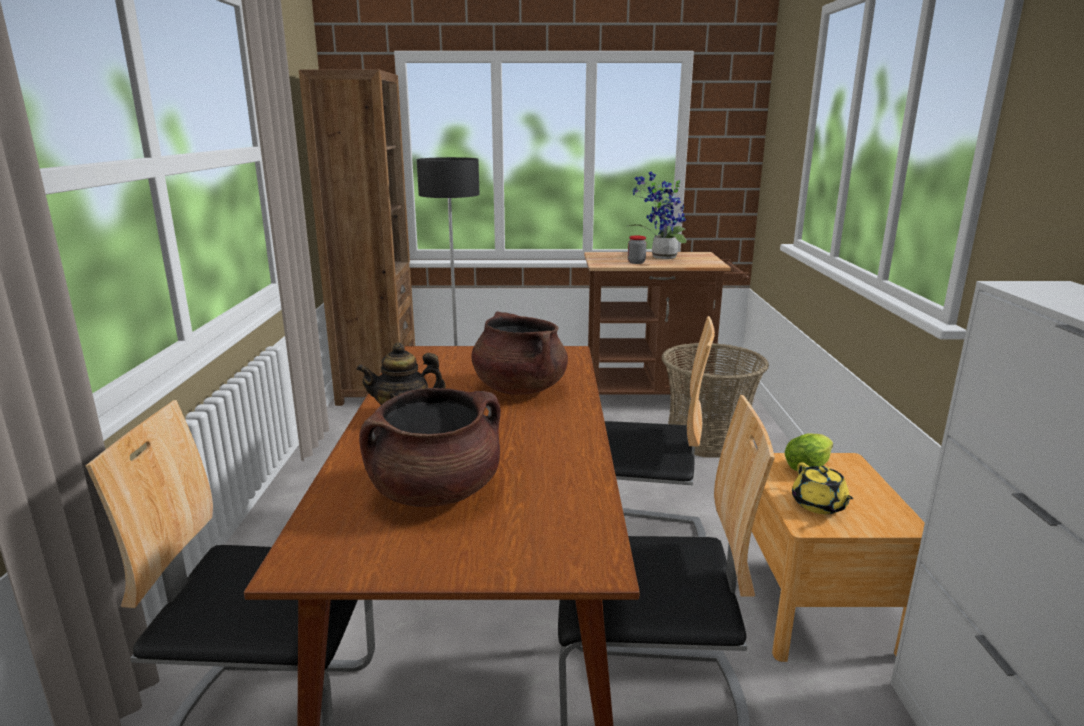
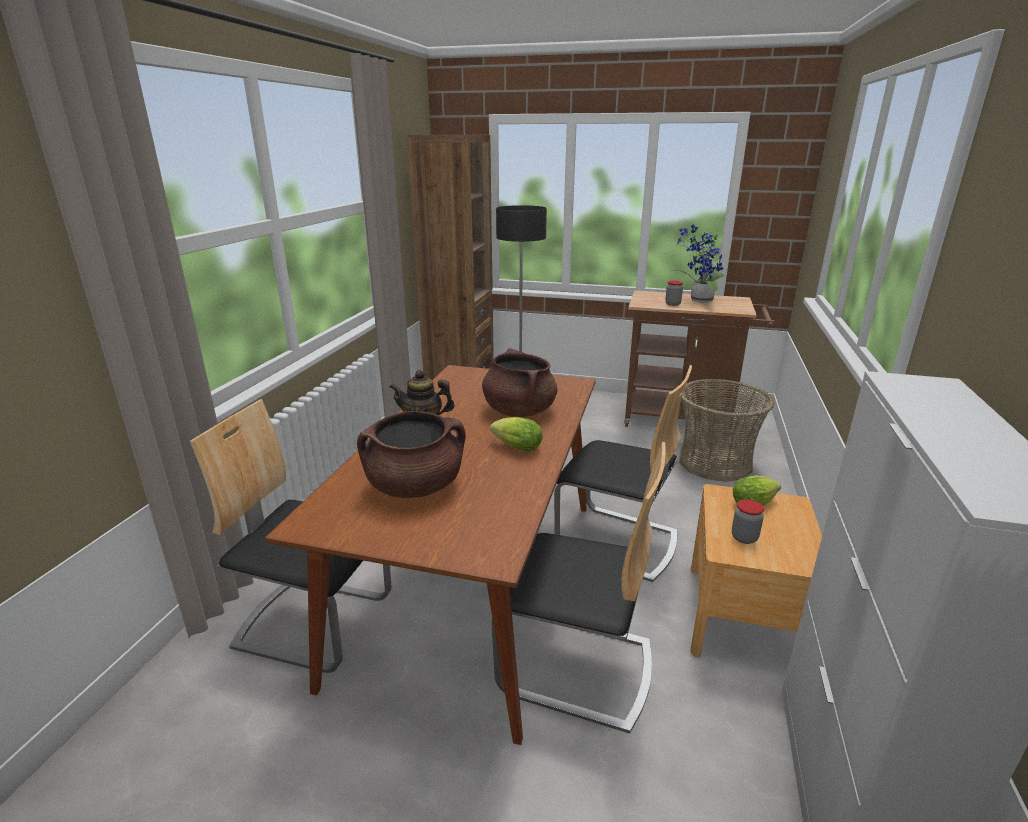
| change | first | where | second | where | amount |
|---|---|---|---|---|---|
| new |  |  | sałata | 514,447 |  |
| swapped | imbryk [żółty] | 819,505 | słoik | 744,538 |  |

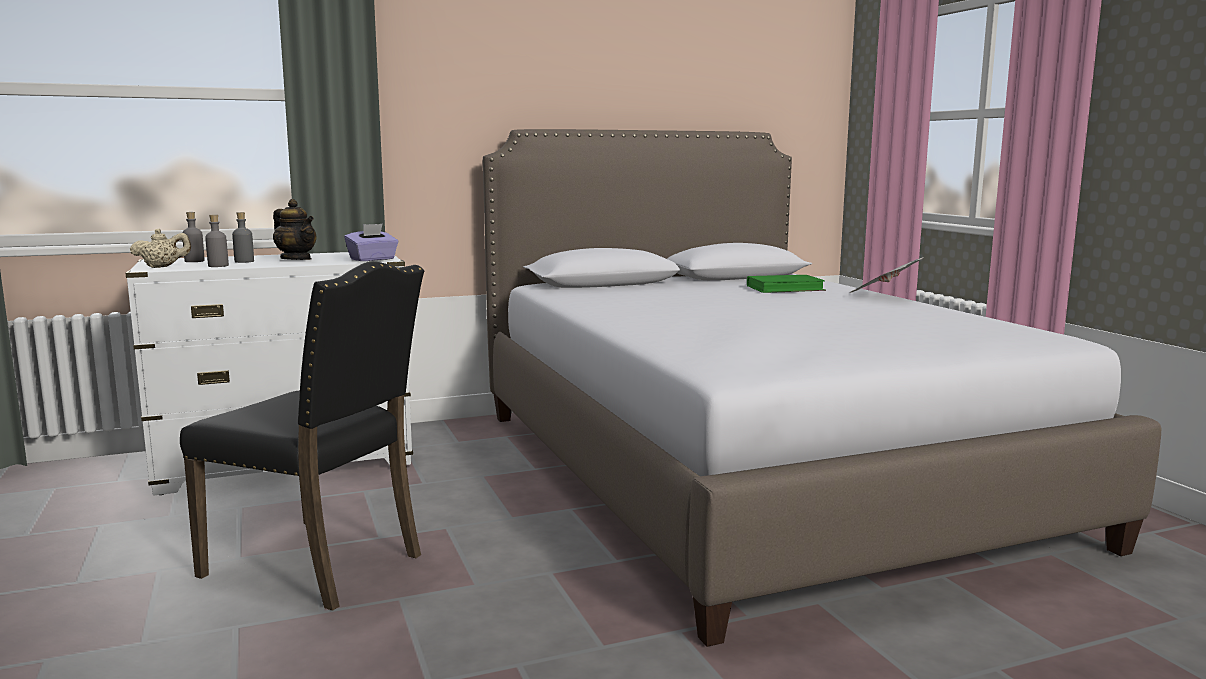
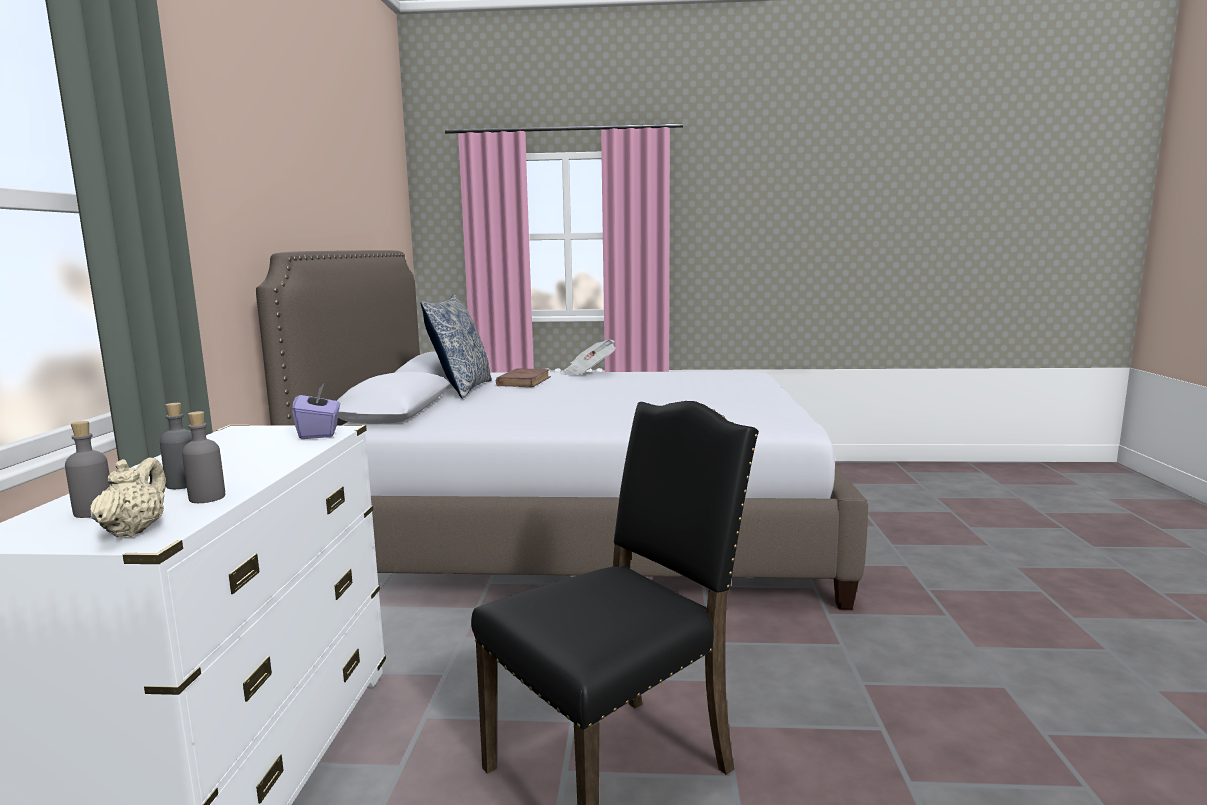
| change | first | where | second | where | amount |
|---|---|---|---|---|---|
| new |  |  | poduszka | 461,389 |  |
| repainted | książka [zielony] | 785,288 | książka [brązowy] | 524,381 |  |
| gone | imbryk | 296,259 |  |  |  |

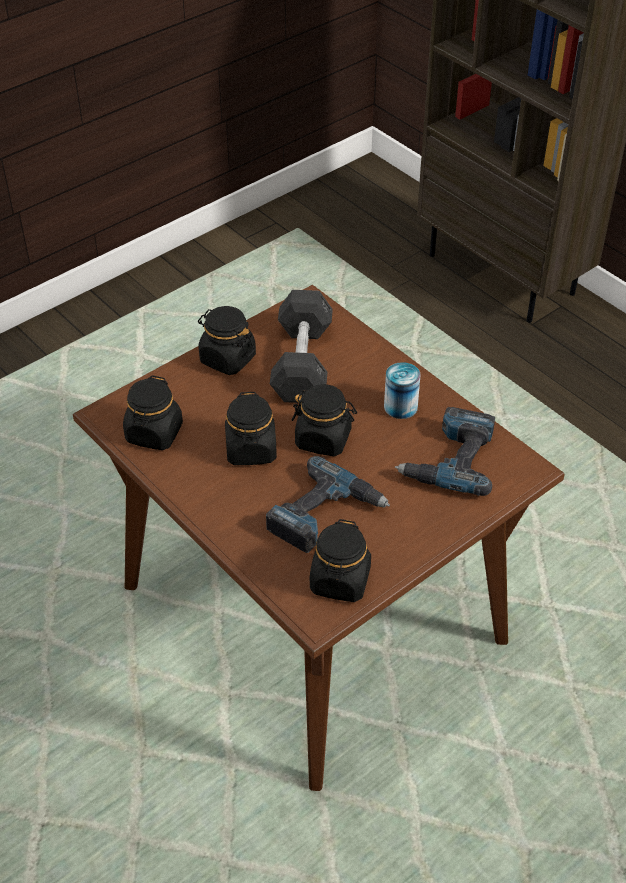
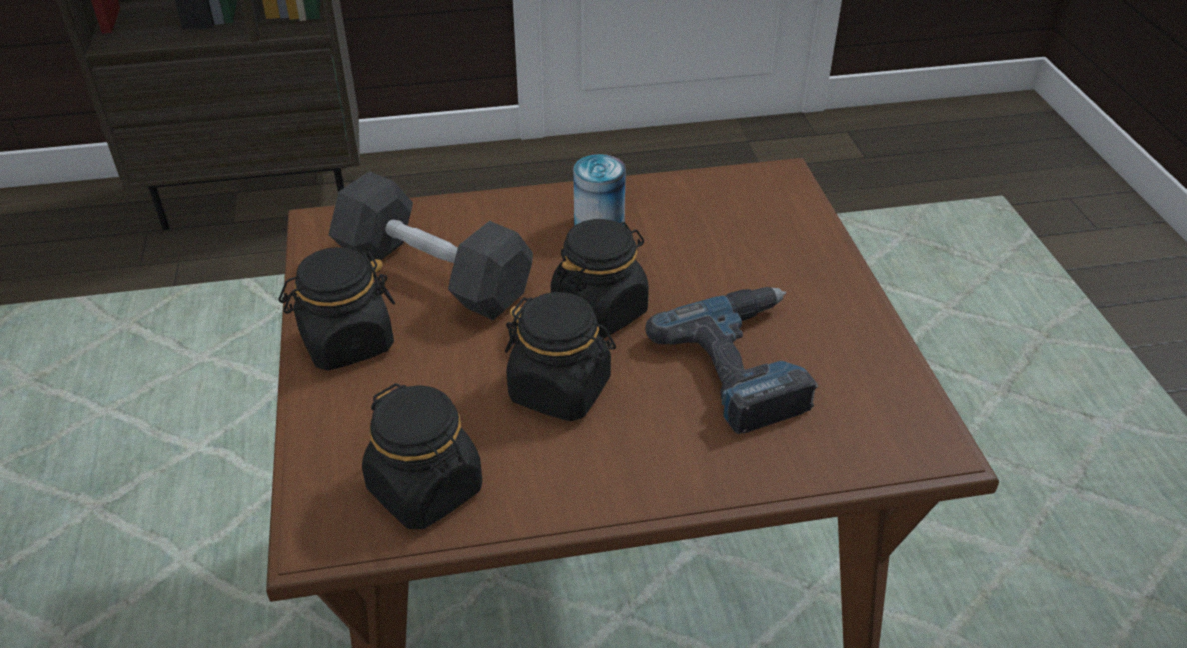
| change | first | where | second | where | amount |
|---|---|---|---|---|---|
| gone | słoik [czarny] | 340,581 |  |  |  |
| gone | wiertarka | 450,458 |  |  |  |

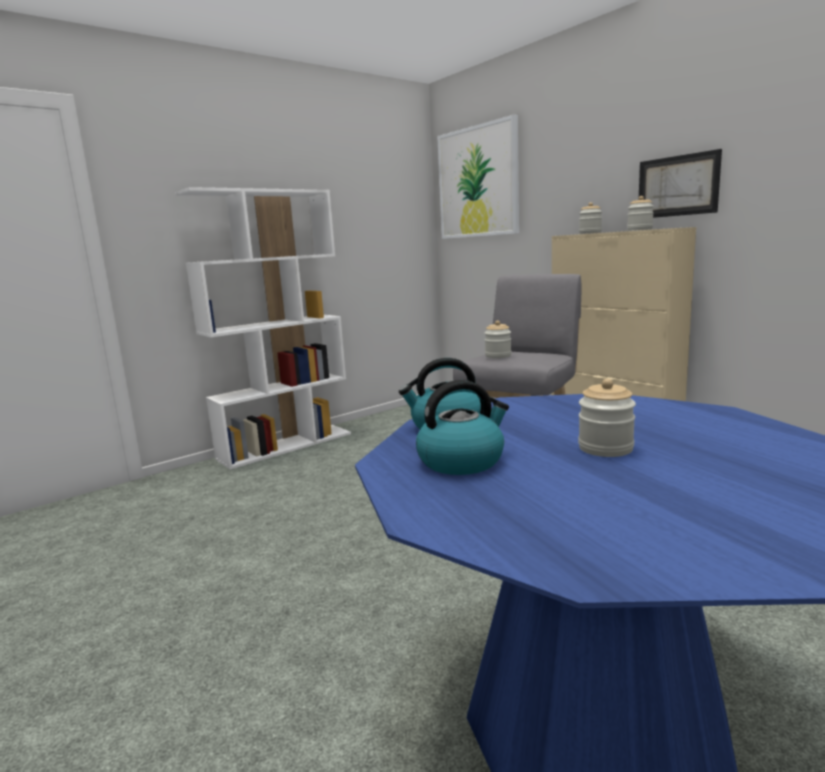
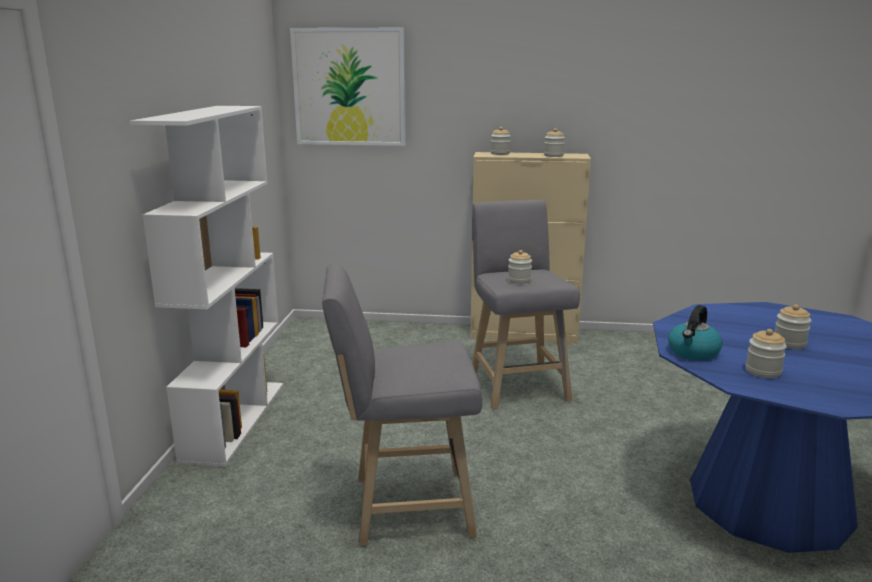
| change | first | where | second | where | amount |
|---|---|---|---|---|---|
| new |  |  | stołek [szary] | 404,507 |  |
| swapped | czajnik | 462,461 | słoik | 763,371 |  |
| gone | obraz | 677,186 |  |  |  |

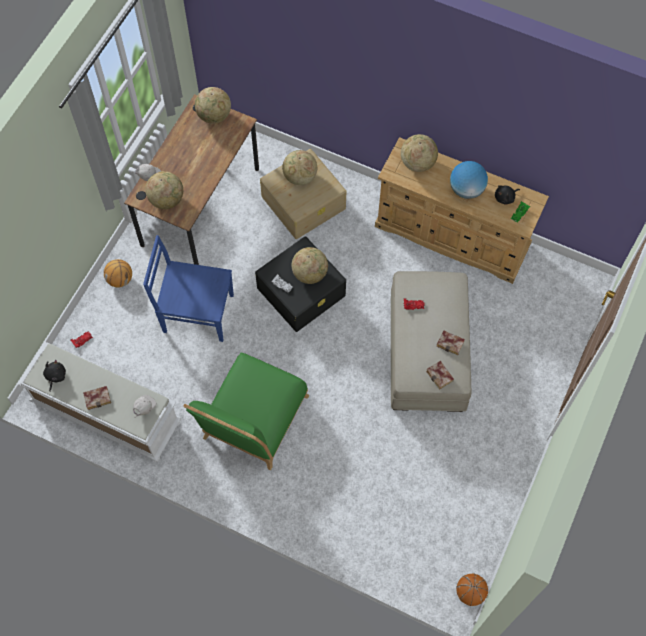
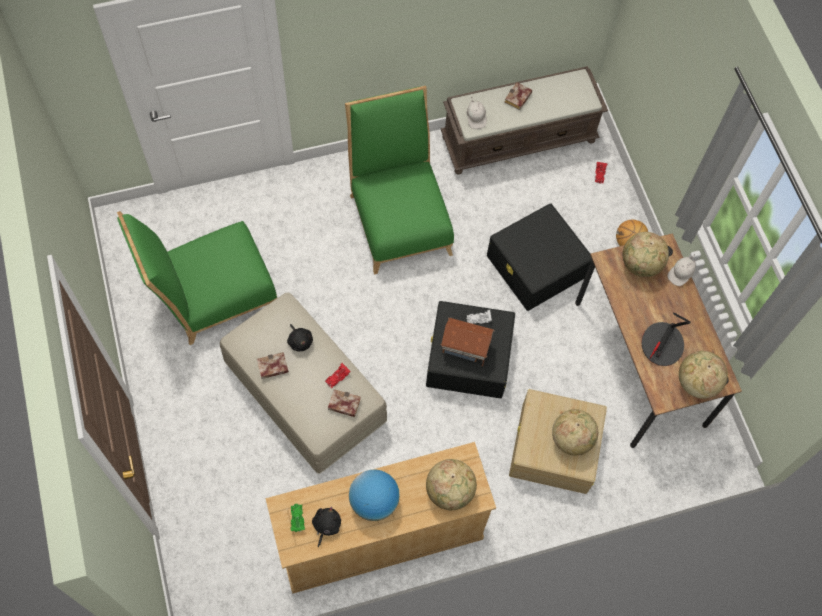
| change | first | where | second | where | amount |
|---|---|---|---|---|---|
| new |  |  | krzesło [zielony] | 212,295 |  |
| shifted | pluszak [czarny] | 55,376 |  | 300,341 |  |
| shifted | książka | 441,376 |  | 342,405 |  |
| repainted | ławka [biały] | 105,413 | ławka [brązowy] | 519,138 |  |
| swapped | globus | 310,273 | domek | 465,349 |  |
| swapped | krzesło [niebieski] | 196,313 | pojemnik do przechowywania [czarny] | 536,266 |  |
| new |  |  | lampa stołowa | 662,345 |  |
| gone | piłka do koszykówki | 470,592 |  |  |  |

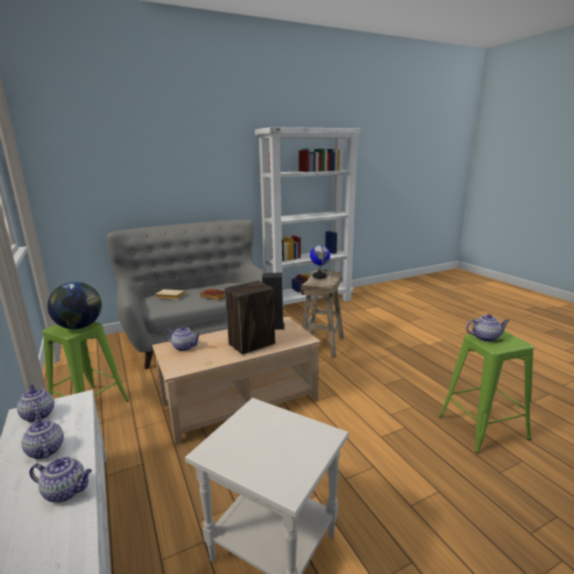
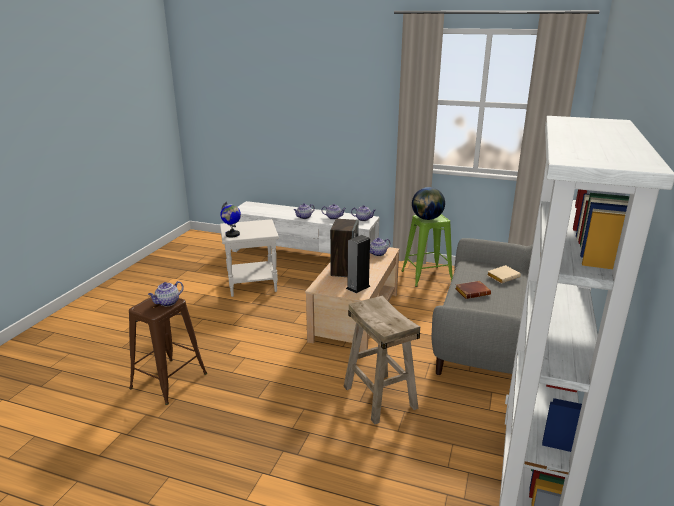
| change | first | where | second | where | amount |
|---|---|---|---|---|---|
| repainted | stołek [zielony] | 482,427 | stołek [brązowy] | 169,380 |  |
| shifted | globus | 319,276 |  | 232,234 |  |

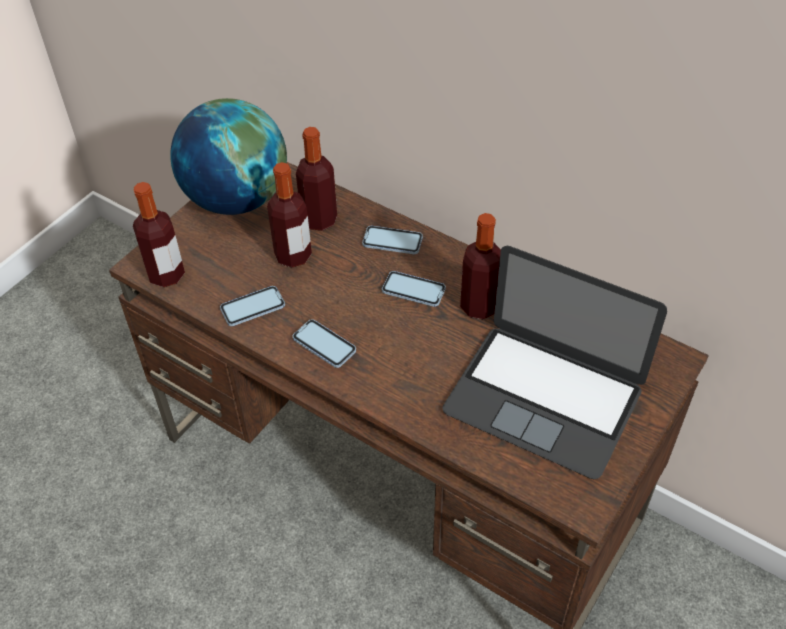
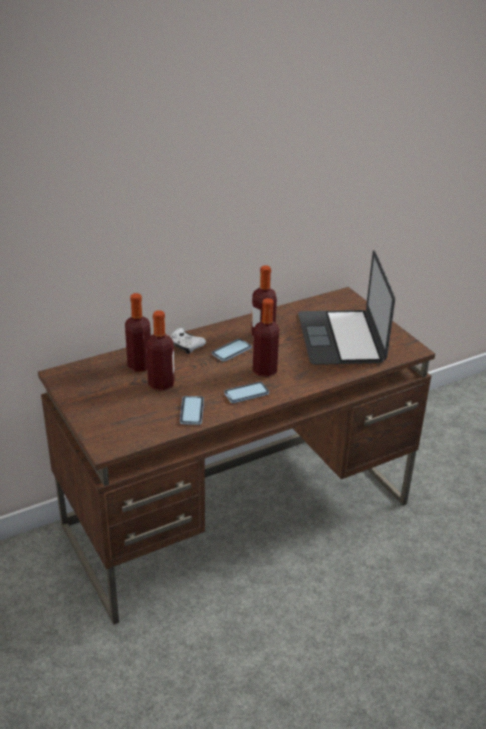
| change | first | where | second | where | amount |
|---|---|---|---|---|---|
| swapped | telefon | 392,241 | pad do gier [biały] | 185,346 |  |
| shifted | butelka | 166,275 |  | 265,370 |  |
| rotated | laptop | 543,399 |  | 341,337 | 120 degrees clockwise |
| gone | globus | 236,199 |  |  |  |

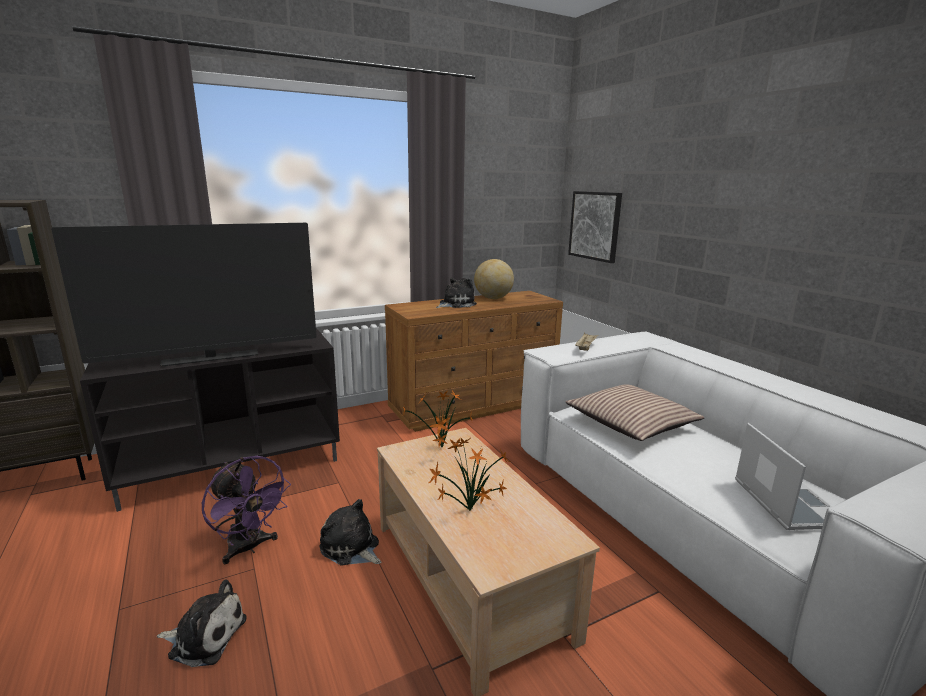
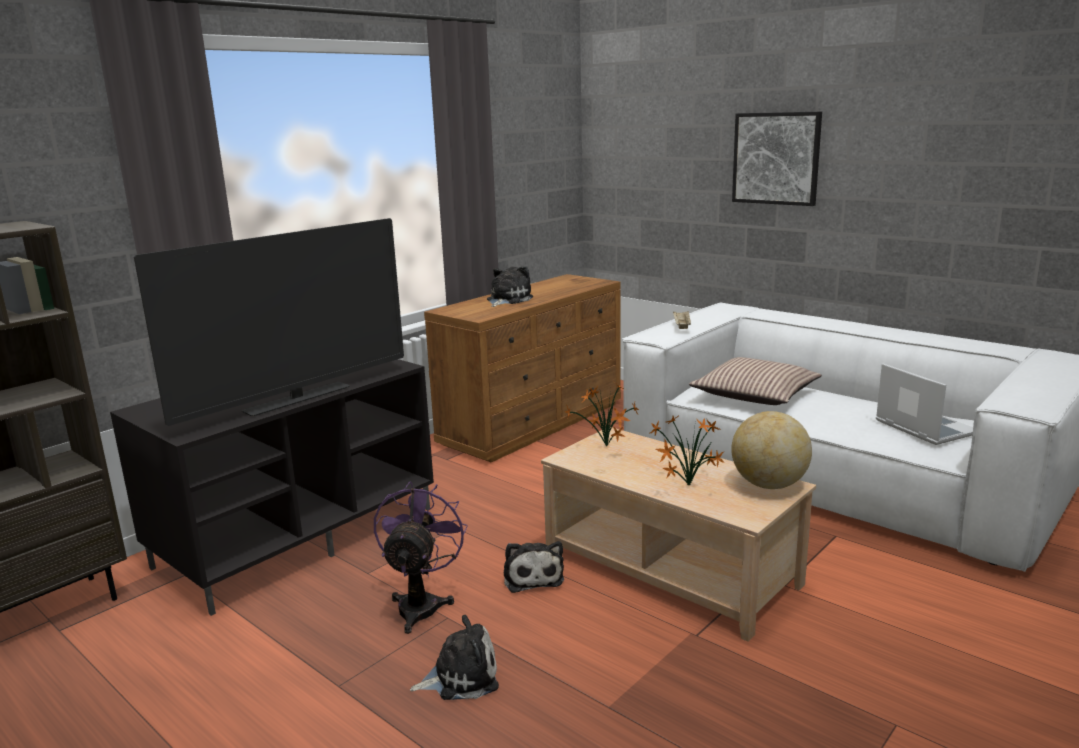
| change | first | where | second | where | amount |
|---|---|---|---|---|---|
| rotated | wentylator [fioletowy] | 249,548 |  | 421,604 | 105 degrees counterclockwise |
| rotated | pluszak | 351,548 |  | 532,576 | 120 degrees counterclockwise |
| shifted | globus | 493,298 |  | 768,485 |  |
| shifted | obraz | 595,225 |  | 776,158 |  |

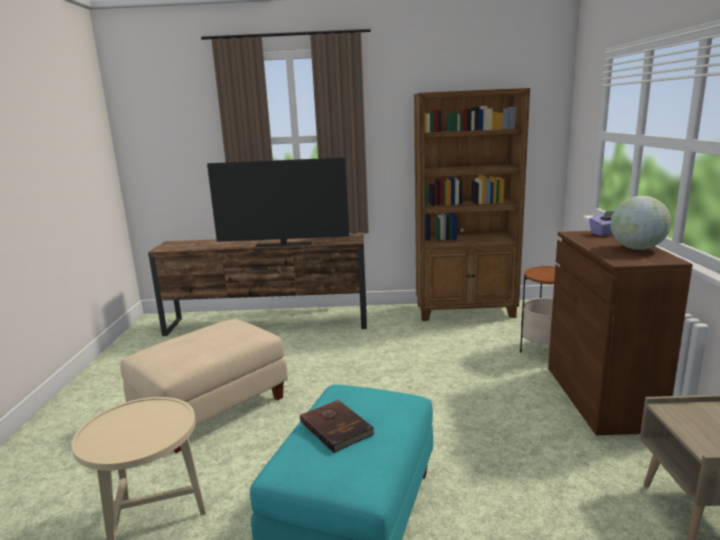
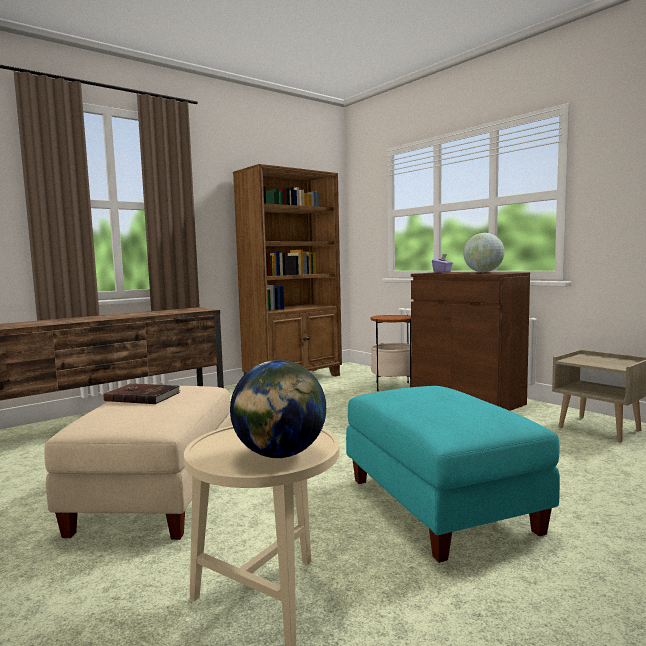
| change | first | where | second | where | amount |
|---|---|---|---|---|---|
| shifted | książka [brązowy] | 337,427 |  | 142,396 |  |
| new |  |  | globus | 280,455 |  |
| gone | telewizor | 283,245 |  |  |  |

